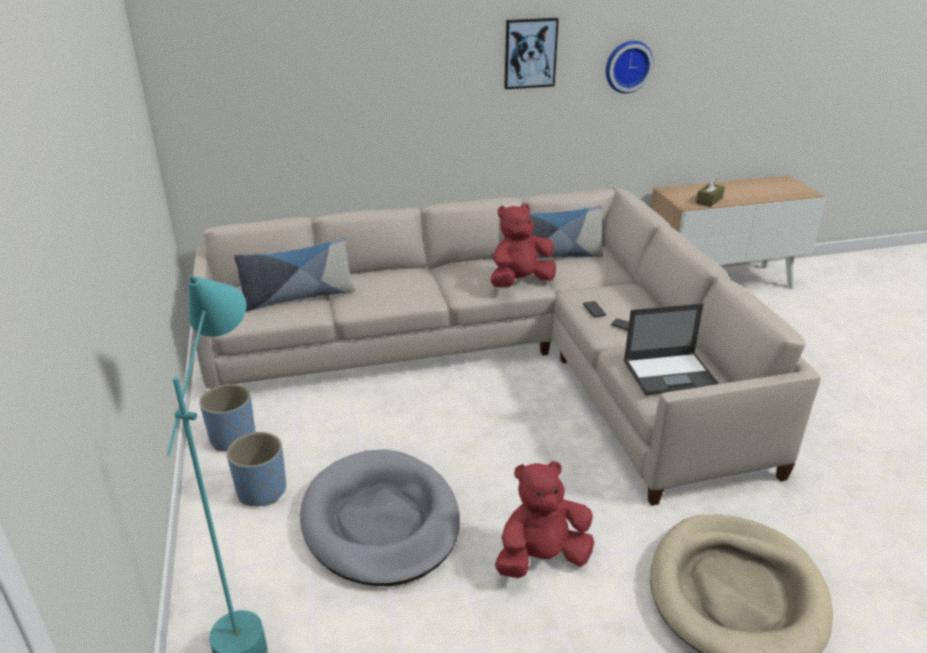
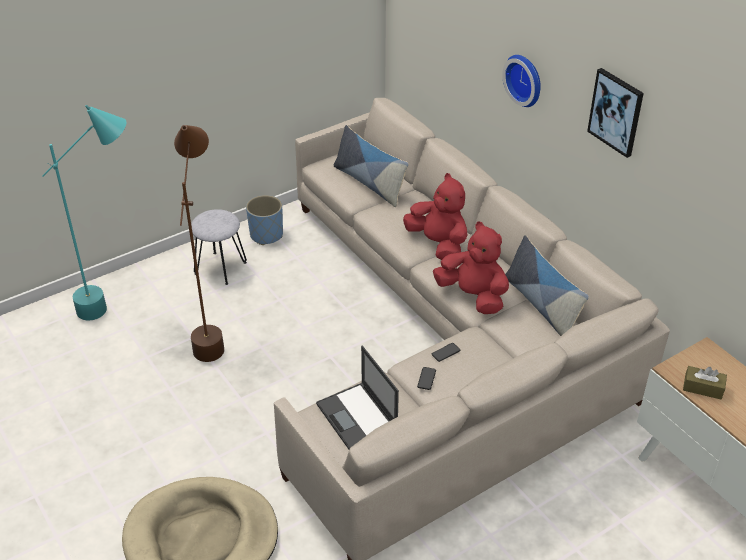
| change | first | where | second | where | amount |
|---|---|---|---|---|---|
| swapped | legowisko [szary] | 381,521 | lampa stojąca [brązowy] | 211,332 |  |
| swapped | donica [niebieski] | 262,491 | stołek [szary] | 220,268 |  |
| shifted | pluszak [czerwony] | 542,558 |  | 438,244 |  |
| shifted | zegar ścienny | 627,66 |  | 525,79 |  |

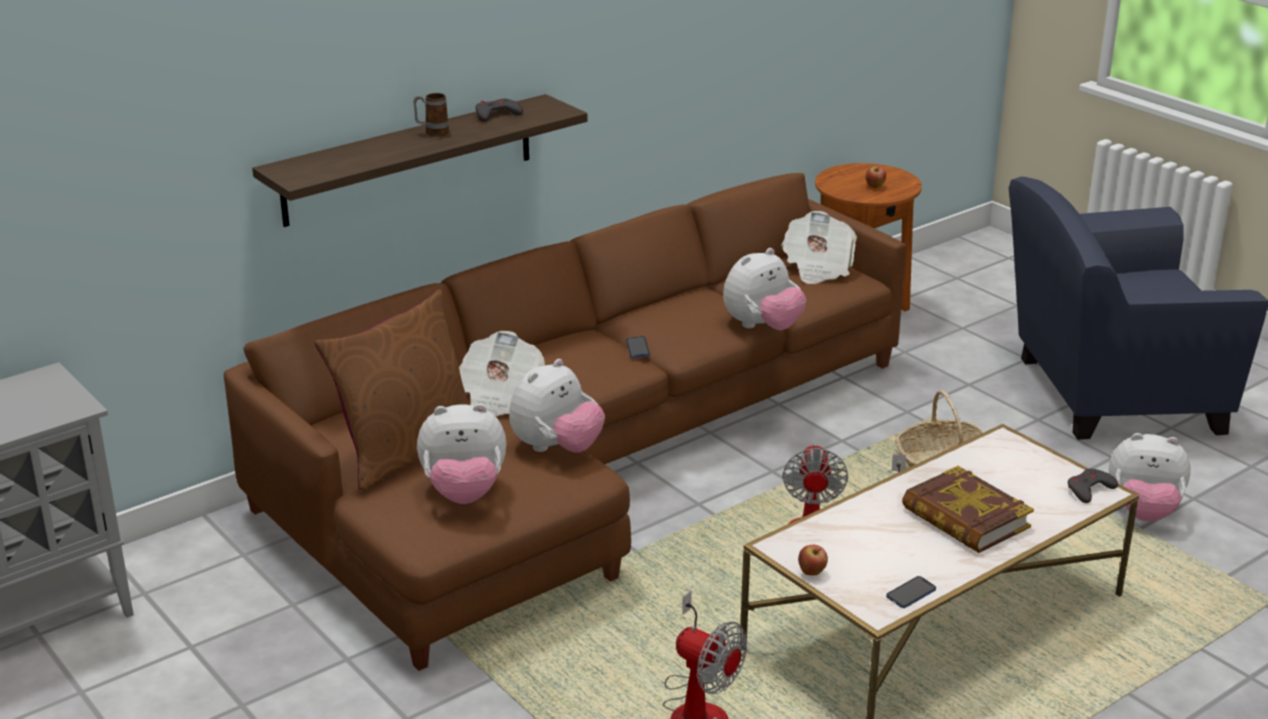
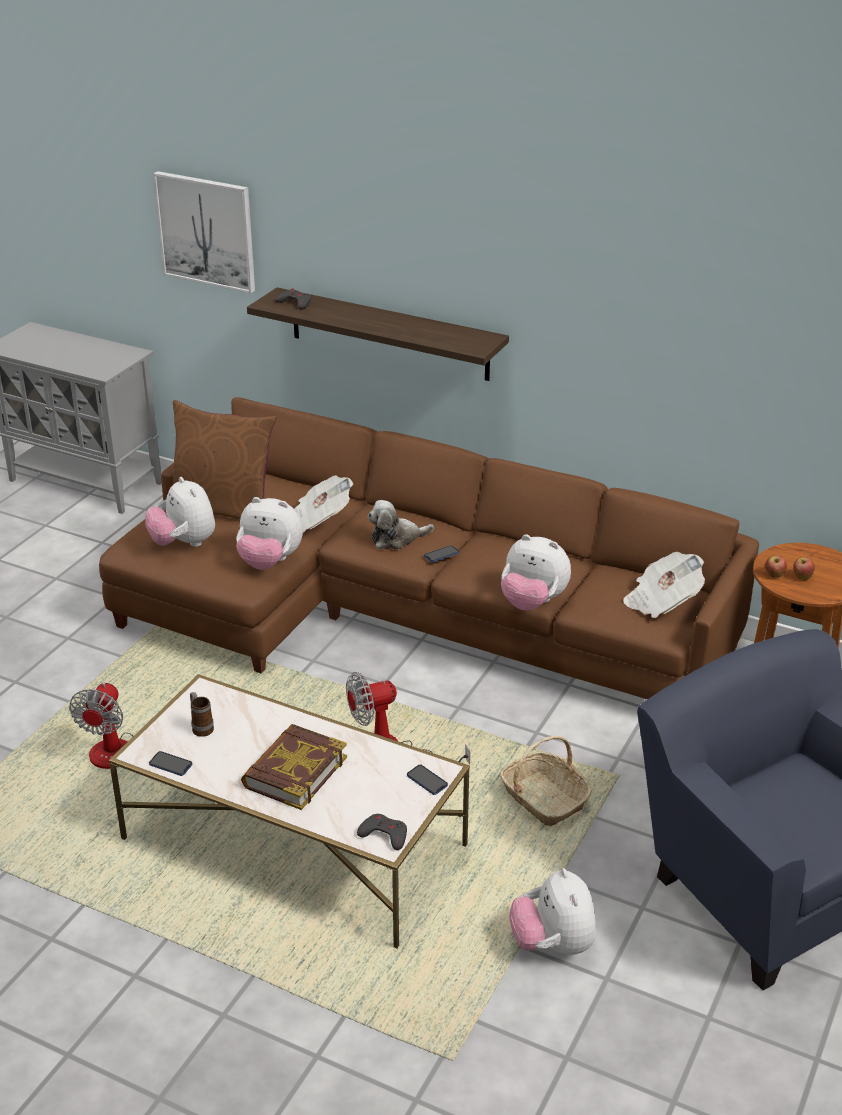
| change | first | where | second | where | amount |
|---|---|---|---|---|---|
| new |  |  | obraz | 206,231 |  |
| shifted | kubek | 432,132 |  | 201,727 |  |
| shifted | pad do gier [szary] | 497,114 |  | 295,303 |  |
| new |  |  | pluszak | 396,539 |  |
| new |  |  | telefon | 427,780 |  |
| shifted | jabłko | 812,572 |  | 774,575 |  |

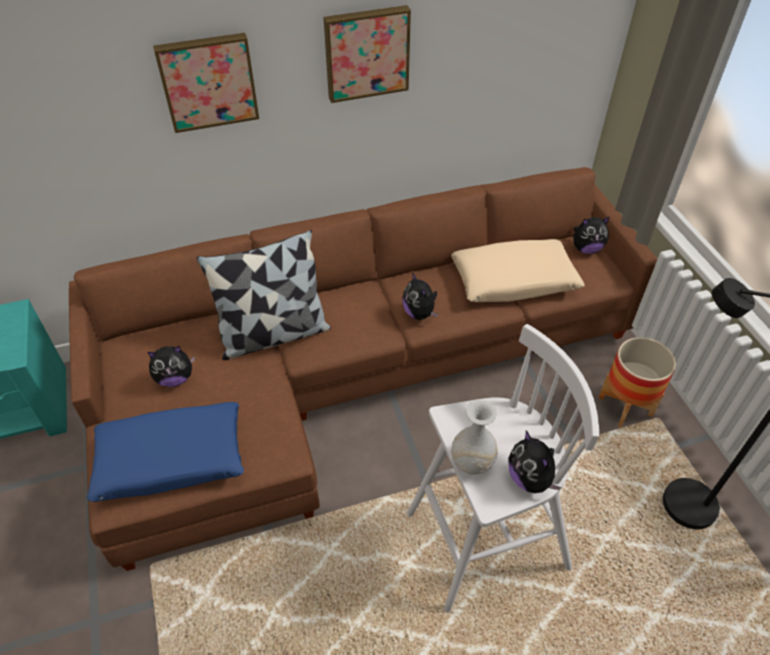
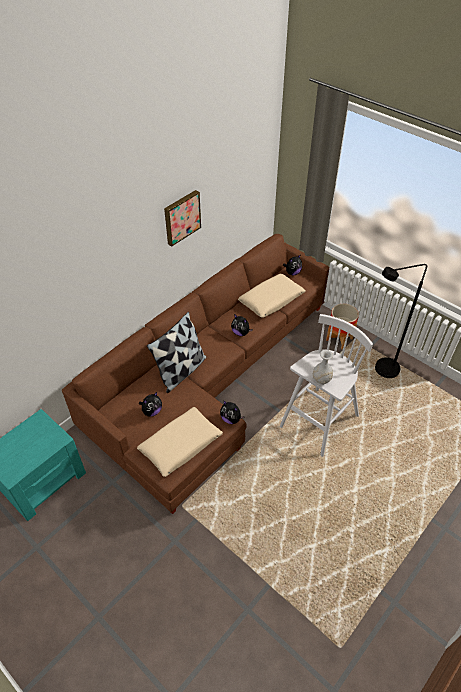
| change | first | where | second | where | amount |
|---|---|---|---|---|---|
| repainted | poduszka [niebieski] | 171,459 | poduszka [beżowy] | 181,445 |  |
| shifted | pluszak | 530,479 |  | 231,419 |  |
| gone | obraz | 208,81 |  |  |  |

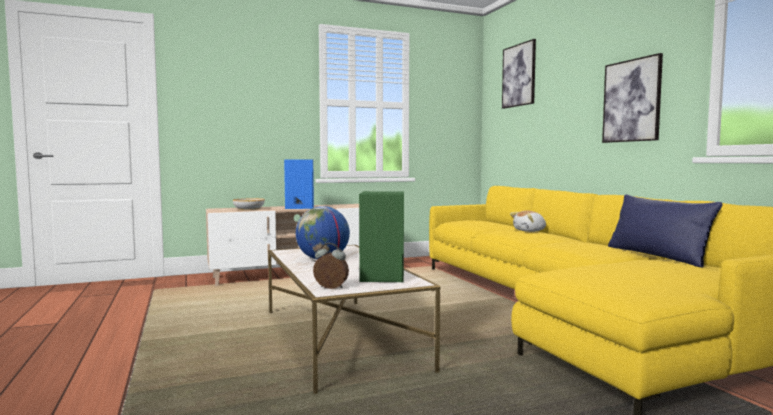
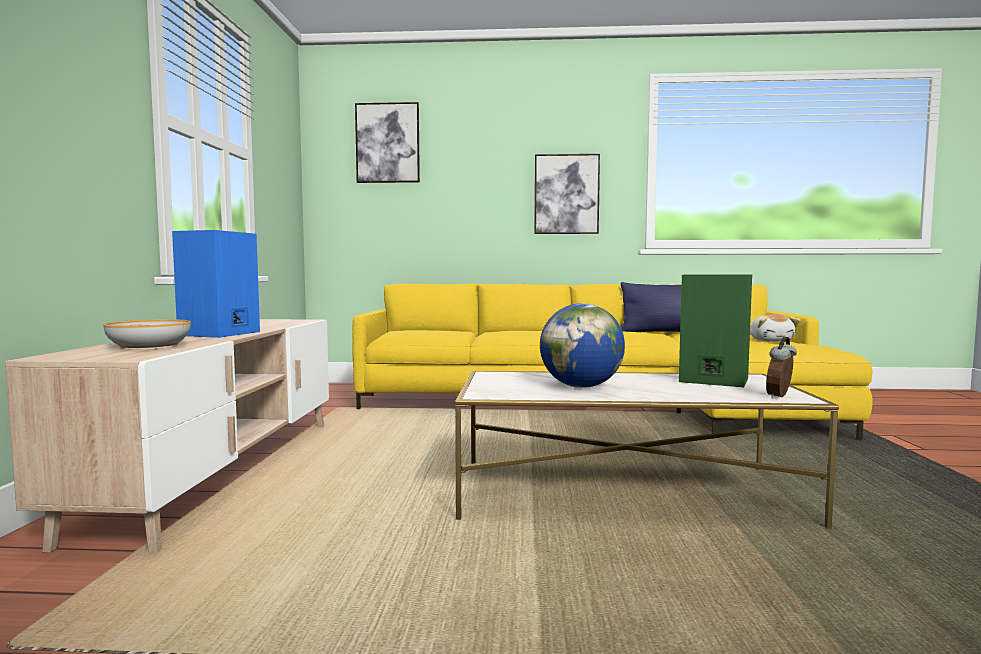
| change | first | where | second | where | amount |
|---|---|---|---|---|---|
| shifted | pluszak | 530,231 |  | 771,341 |  |

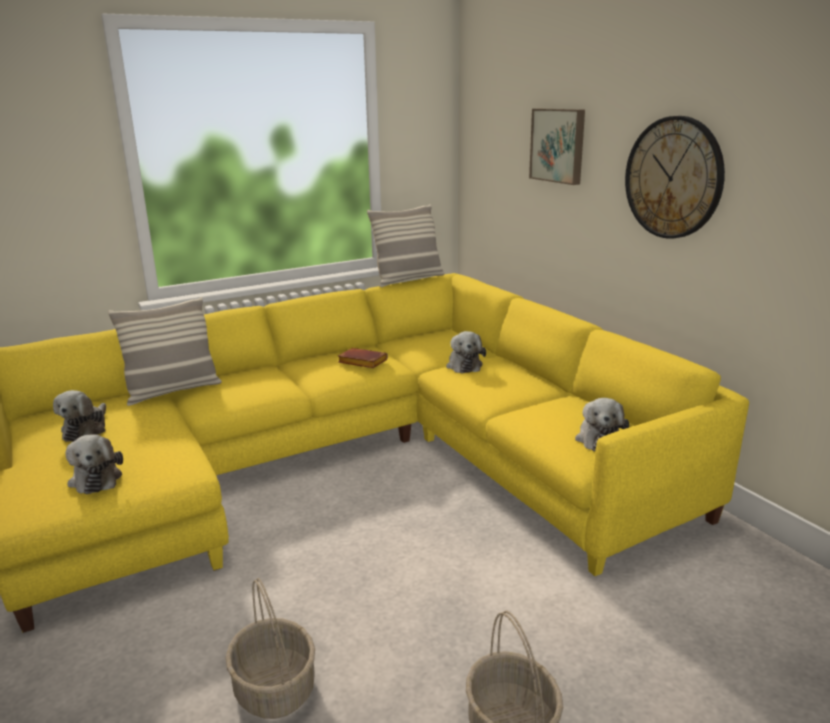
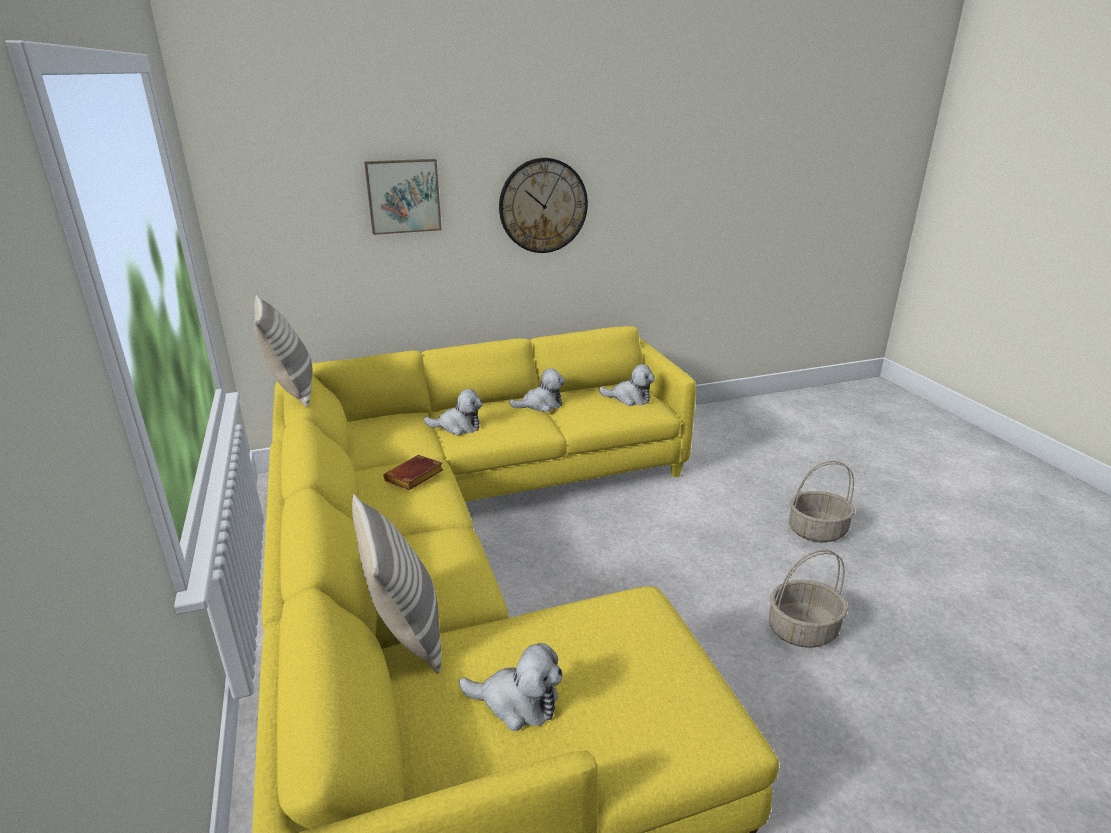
| change | first | where | second | where | amount |
|---|---|---|---|---|---|
| shifted | pluszak | 96,478 |  | 541,405 |  |

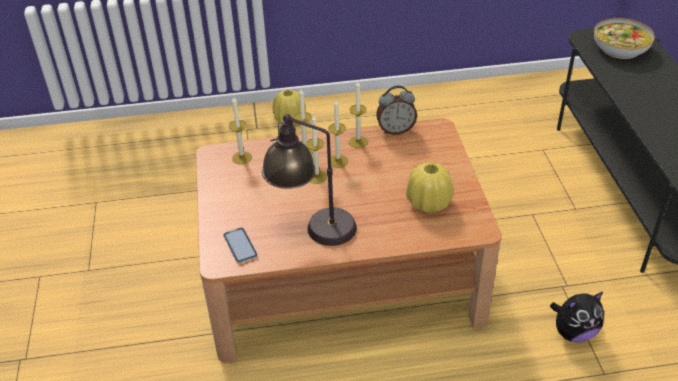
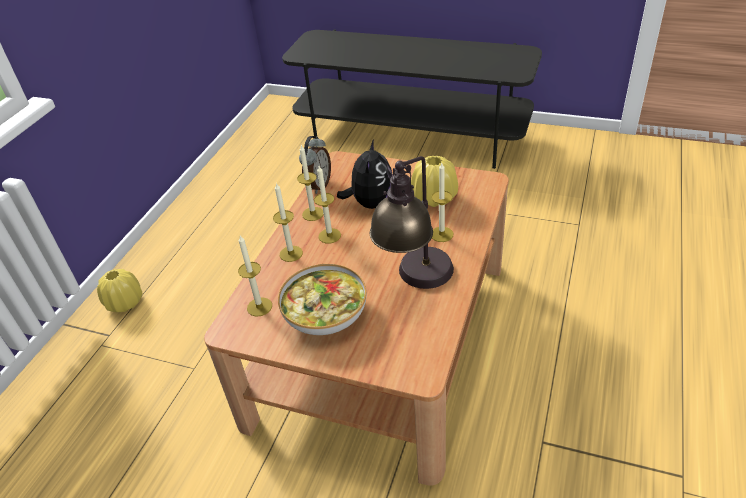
| change | first | where | second | where | amount |
|---|---|---|---|---|---|
| shifted | miska | 620,49 |  | 326,312 |  |
| shifted | pluszak | 573,332 |  | 370,203 |  |
| shifted | świeca | 316,176 |  | 441,234 |  |
| gone | telefon | 240,246 |  |  |  |

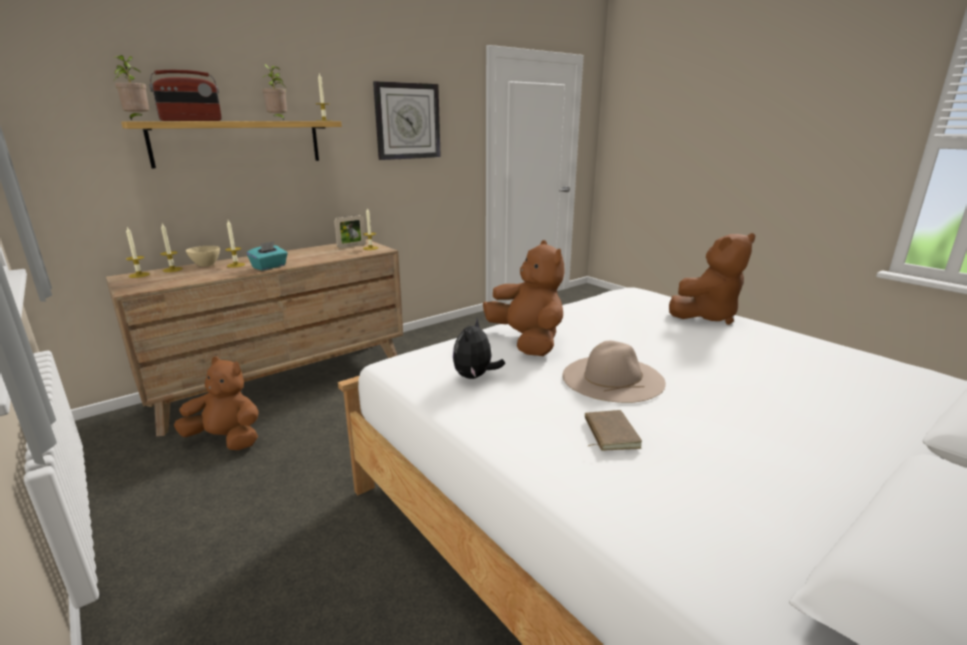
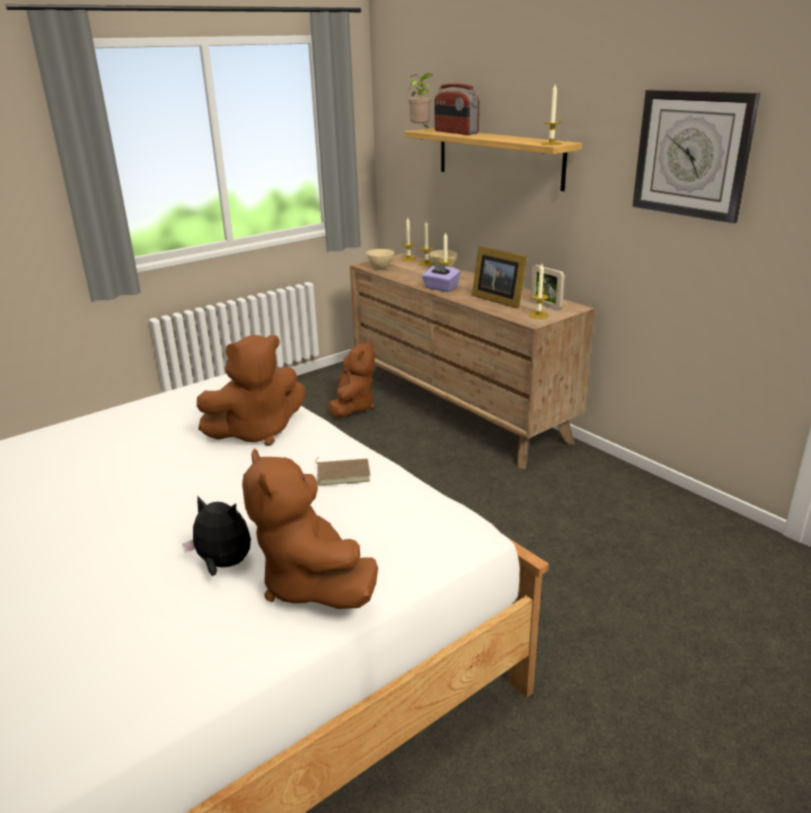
| change | first | where | second | where | amount |
|---|---|---|---|---|---|
| shifted | pluszak | 475,377 |  | 223,565 |  |
| shifted | książka [brązowy] | 609,433 |  | 343,473 |  |
| new |  |  | miska [beżowy] | 381,268 |  |
| repainted | pudełko chusteczek [turkusowy] | 269,267 | pudełko chusteczek [fioletowy] | 440,288 |  |
| new |  |  | ramka na zdjęcie | 498,299 |  |
| gone | roślina doniczkowa | 278,120 |  |  |  |
| gone | kapelusz [beżowy] | 612,378 |  |  |  |

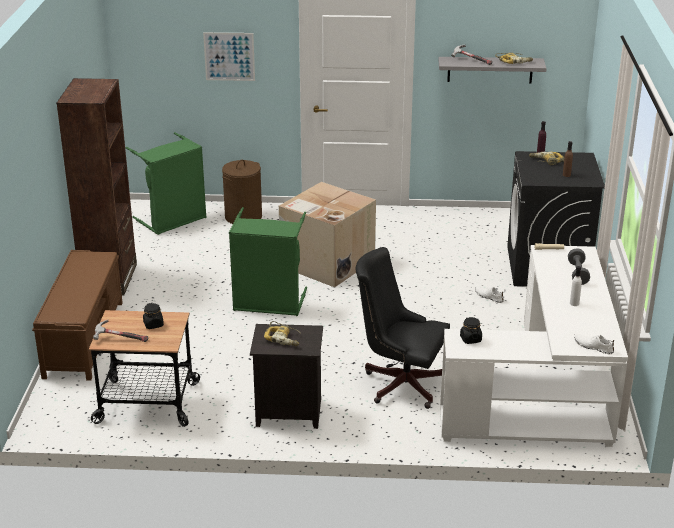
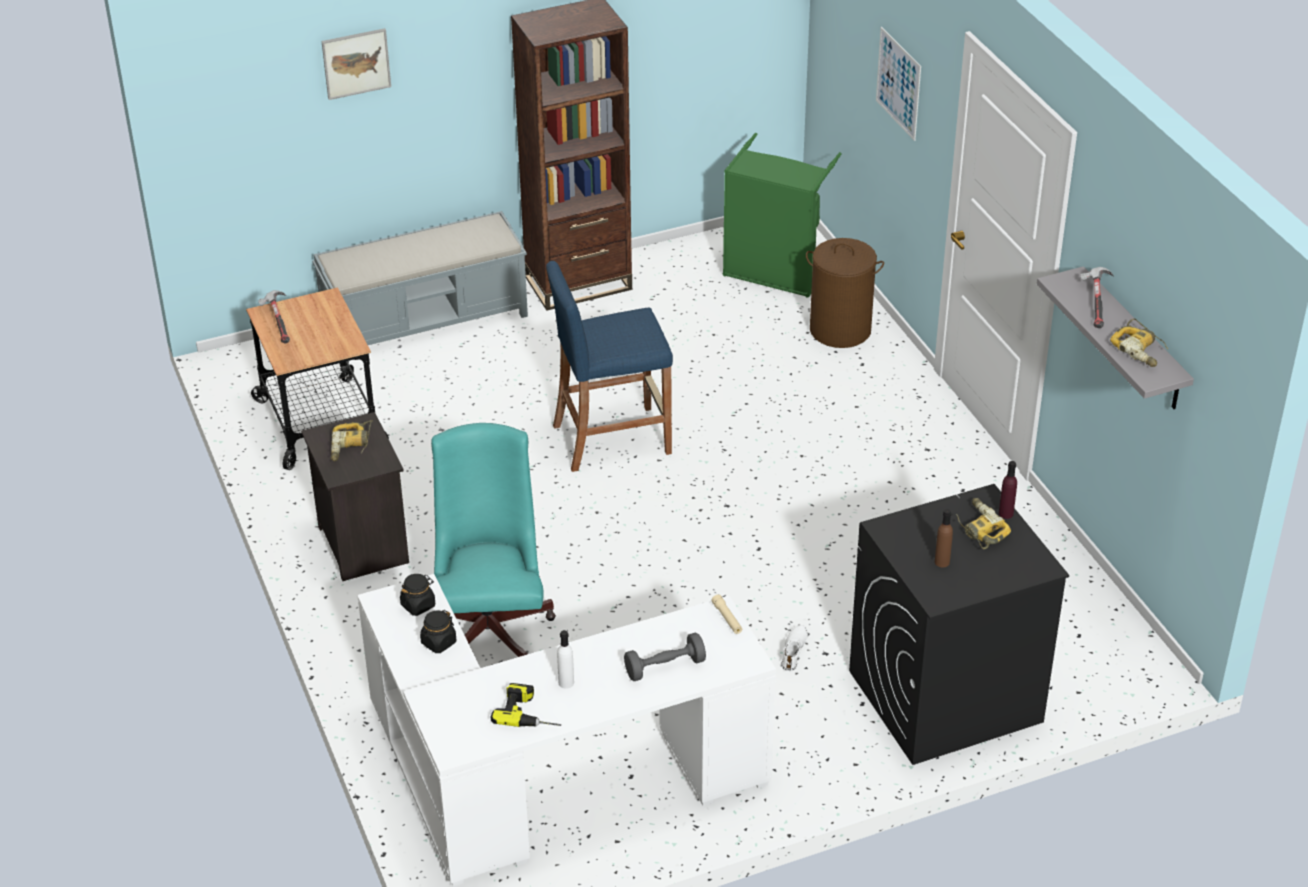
| change | first | where | second | where | amount |
|---|---|---|---|---|---|
| repainted | ławka [brązowy] | 84,338 | ławka [szary] | 427,320 |  |
| new |  |  | obraz | 356,63 |  |
| shifted | słoik [czarny] | 153,324 |  | 438,643 |  |
| repainted | krzesło biurowe [czarny] | 400,383 | krzesło biurowe [turkusowy] | 491,624 |  |
| new |  |  | wiertarka | 530,712 |  |
| swapped | kosz na pranie [zielony] | 269,304 | stołek [niebieski] | 612,439 |  |
| gone | karton | 326,263 |  |  |  |
| gone | but [biały] | 593,346 |  |  |  |

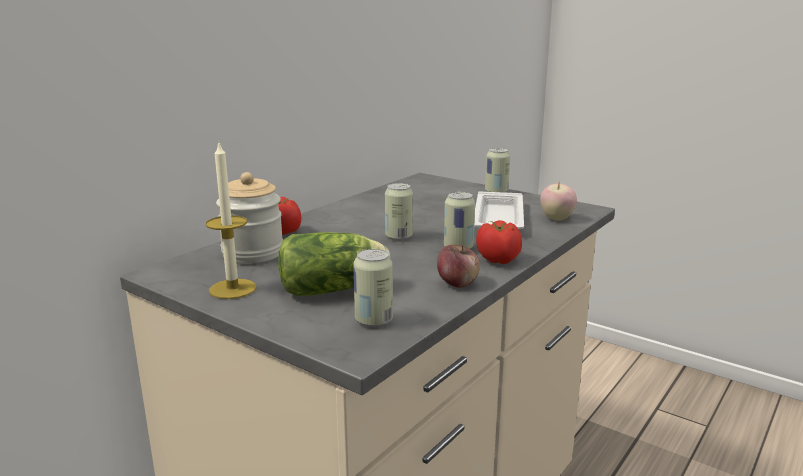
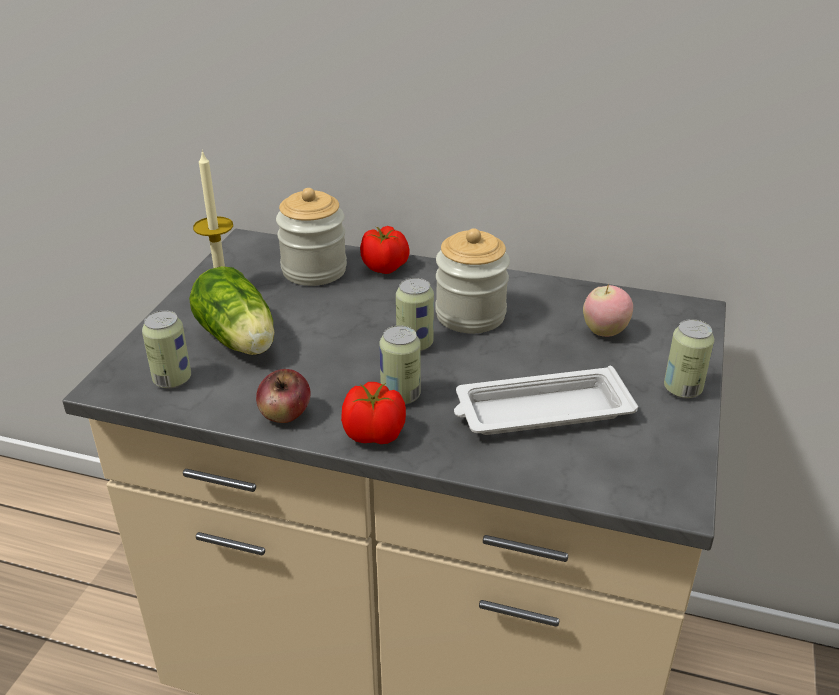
| change | first | where | second | where | amount |
|---|---|---|---|---|---|
| new |  |  | słoik | 470,315 |  |
| shifted | jabłko | 556,219 |  | 605,332 |  |

